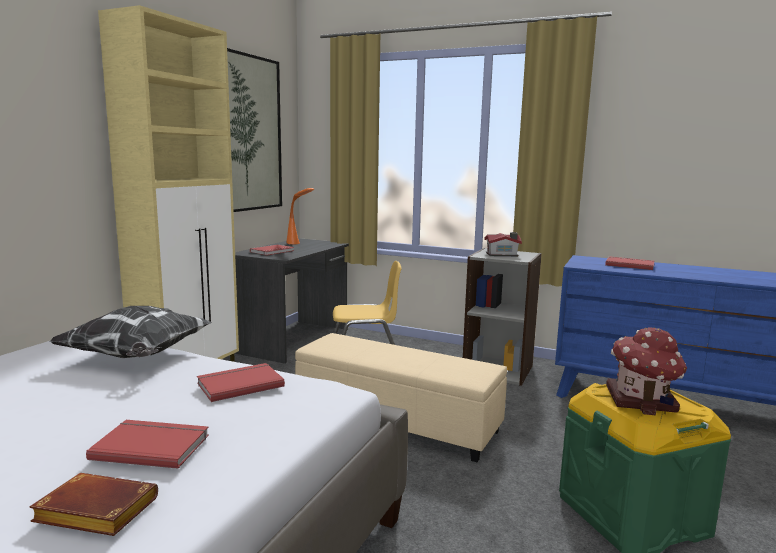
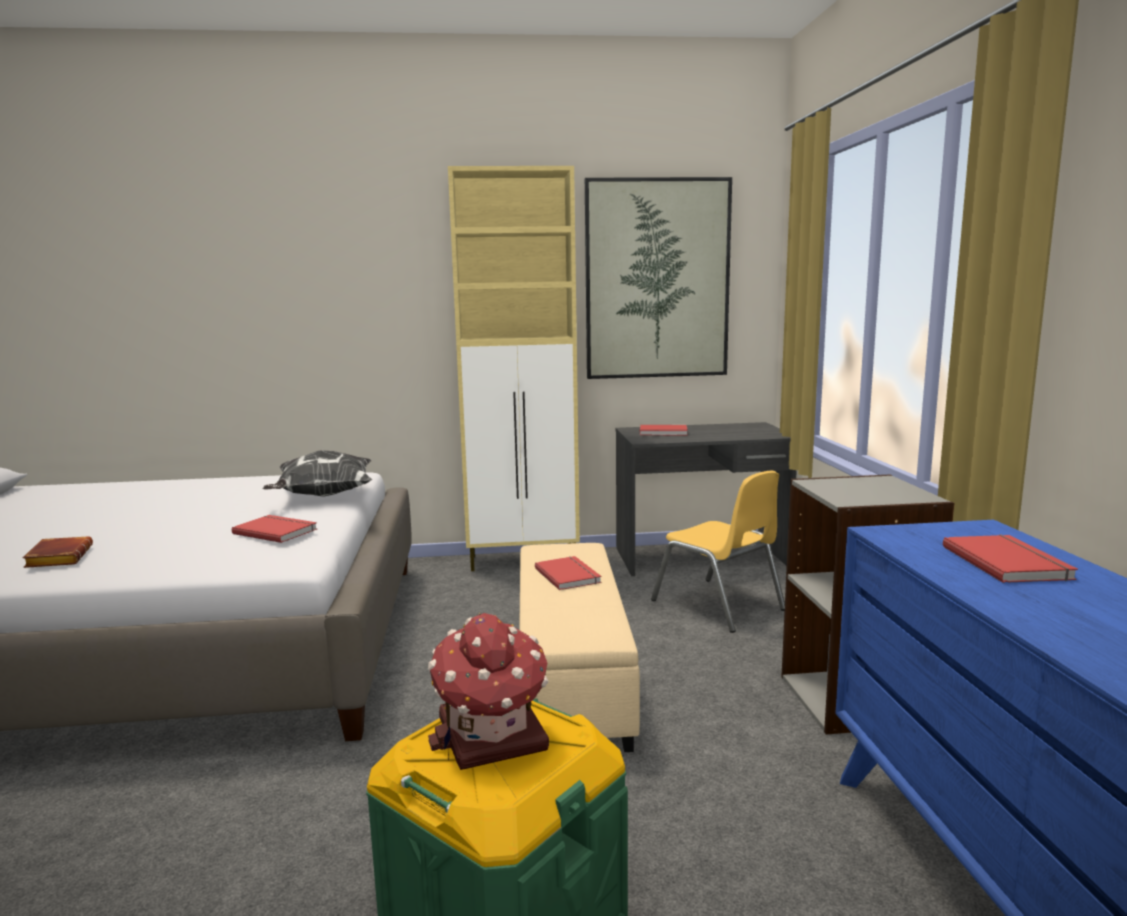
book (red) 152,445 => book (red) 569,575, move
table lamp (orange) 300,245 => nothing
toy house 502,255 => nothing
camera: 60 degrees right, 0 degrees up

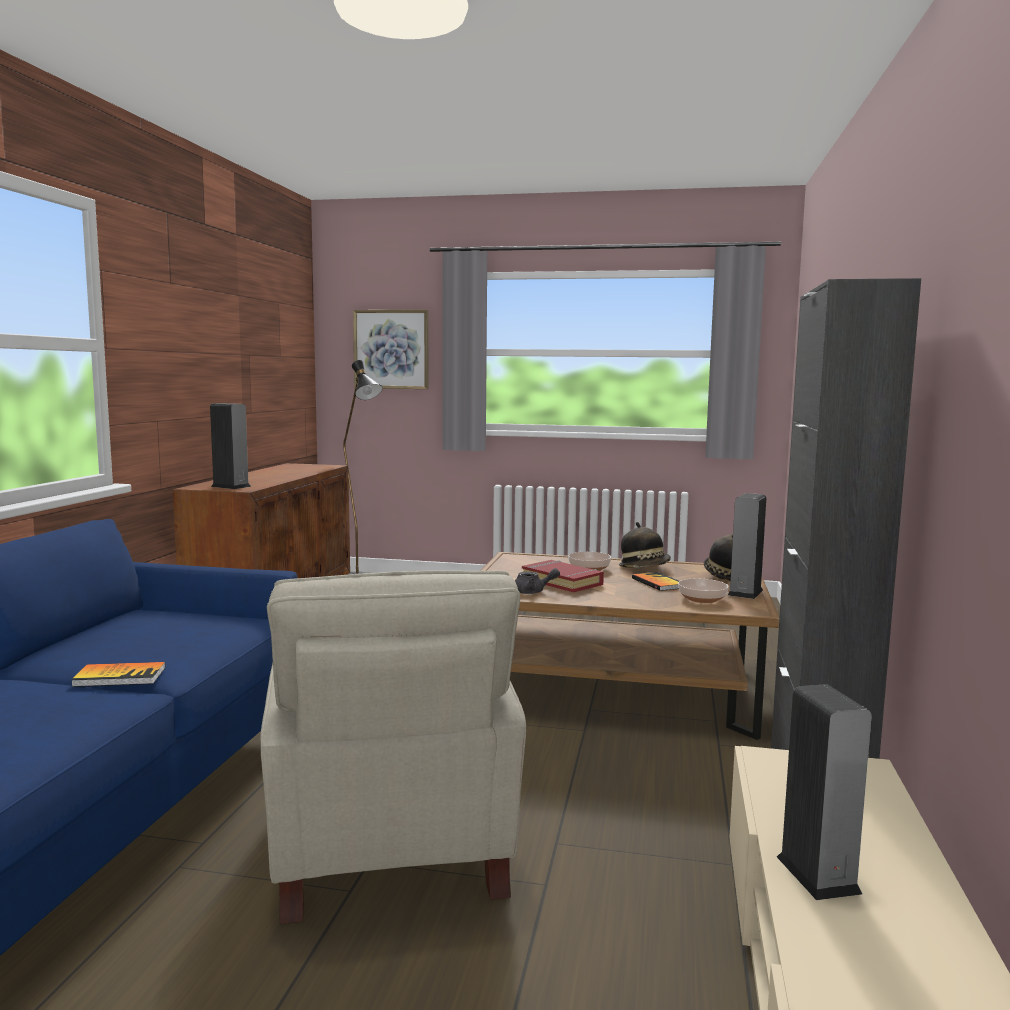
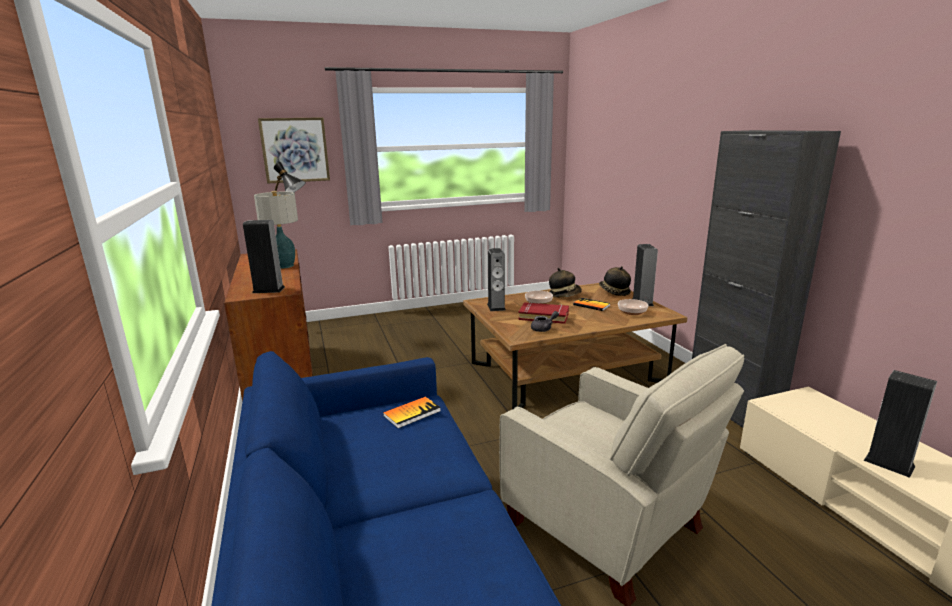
nothing => table lamp 284,266
book 120,677 => book 412,413, move
nothing => speaker 496,307
camera: 30 degrees left, 10 degrees up

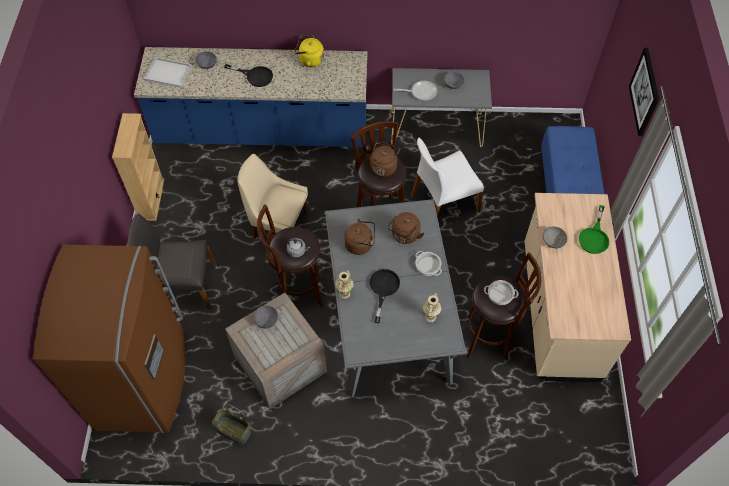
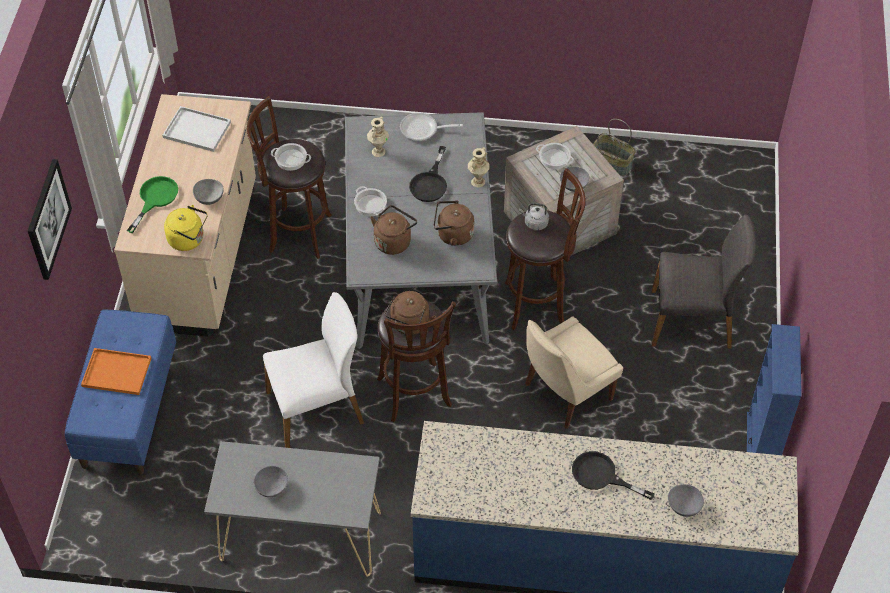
nothing => tray (orange) 118,372
tray (white) 167,73 => tray (white) 198,130, move
kettle (yellow) 310,60 => kettle (yellow) 188,239, move
frying pan 421,92 => frying pan 422,130, move
chair (beige) 278,225 => chair (beige) 565,393, 120 degrees clockwise
nothing => cooking pot 555,158
bookcase (beige) 151,199 => bookcase (blue) 760,447
fridge (brown) 144,380 => nothing
camera: 175 degrees left, 5 degrees down

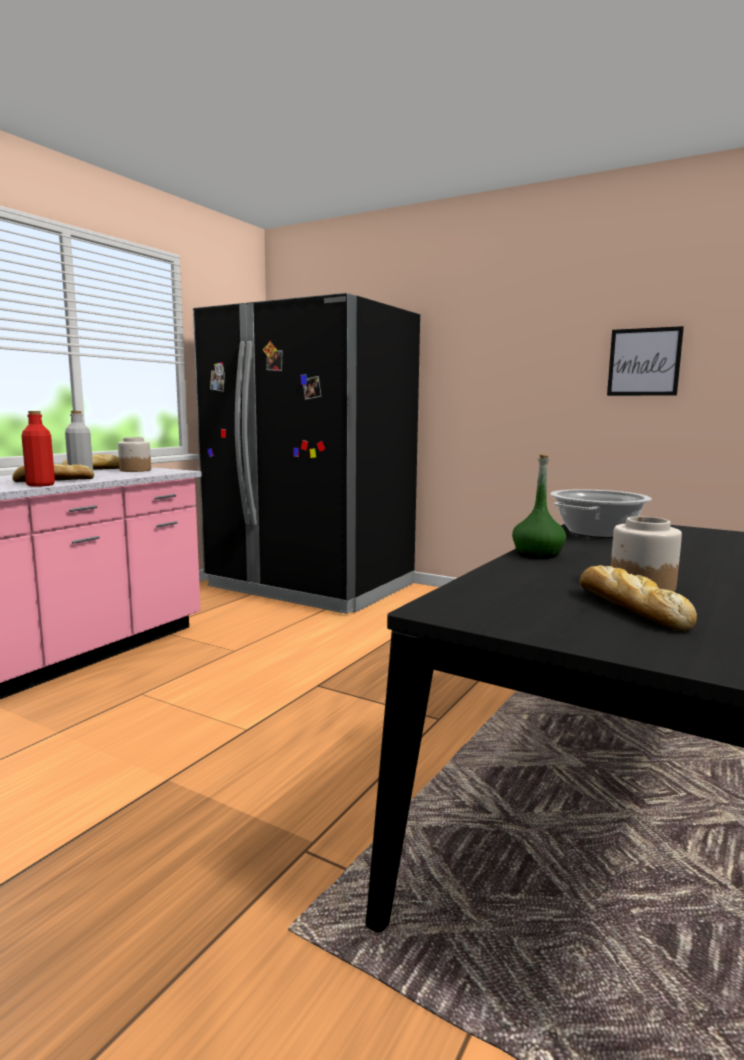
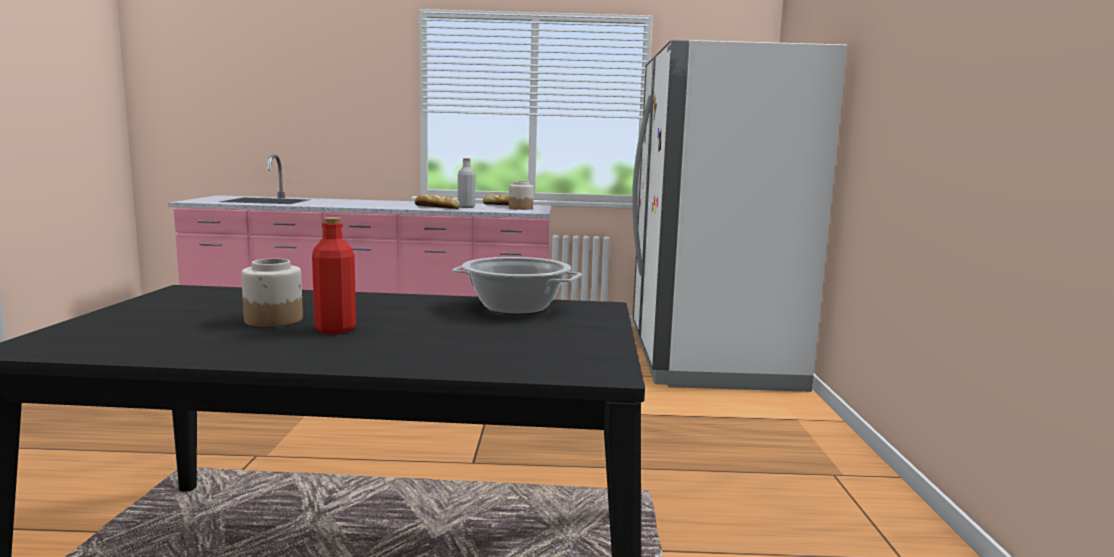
bottle (red) 40,485 => bottle (red) 335,329, move
fridge (black) 311,586 => fridge (white) 709,358
bottle (green) 538,554 => nothing
bread 629,608 => nothing
picture 644,362 => nothing
camera: 60 degrees right, 0 degrees up

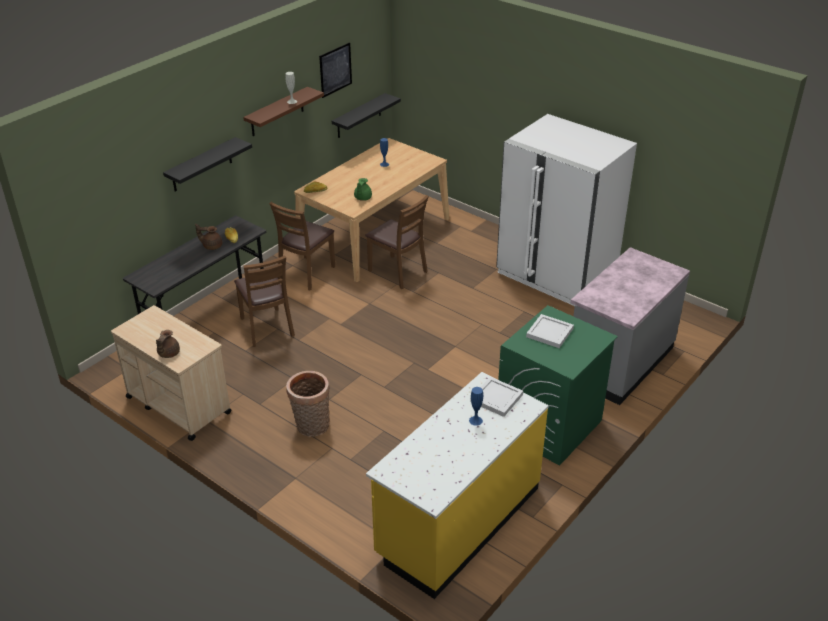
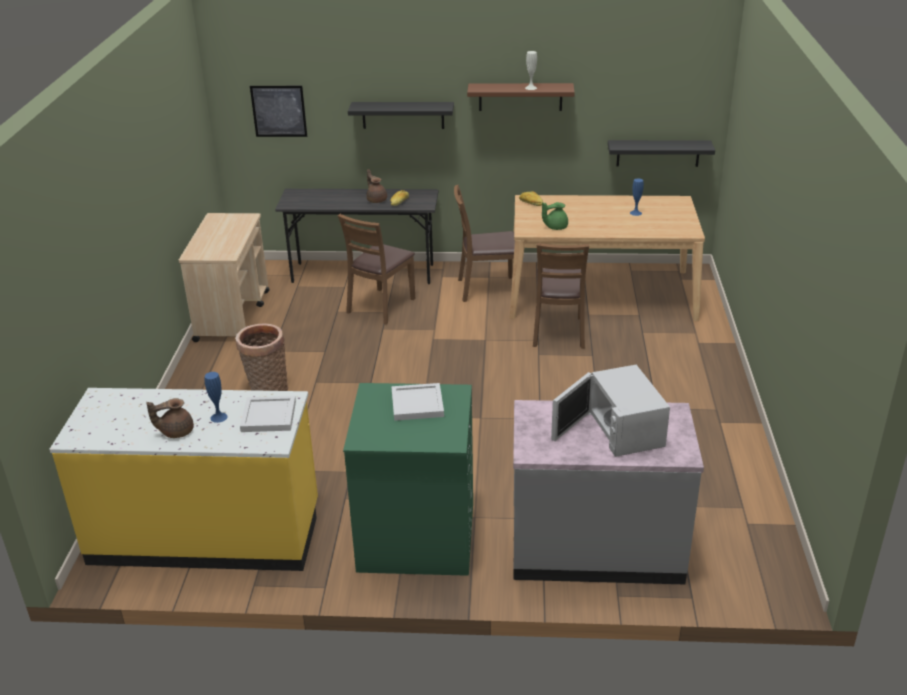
teapot (brown) 168,354 => teapot (brown) 176,431, move
picture 335,70 => picture 279,111, move
nothing => microwave (white) 620,429
fridge (white) 556,275 => nothing
camera: 55 degrees right, 5 degrees down

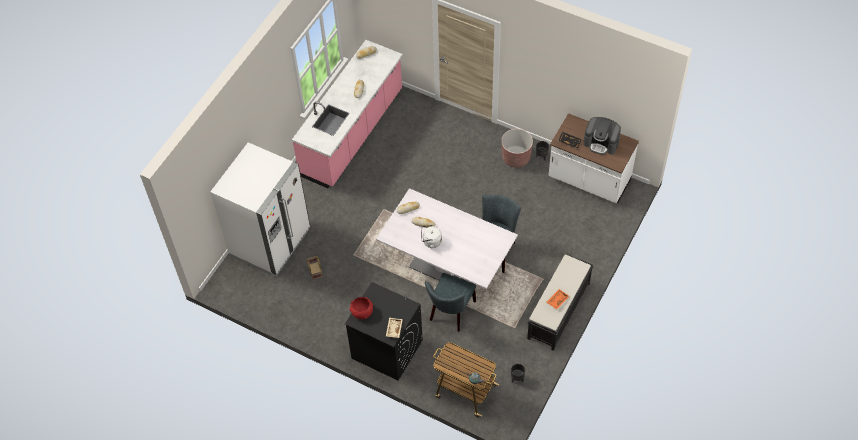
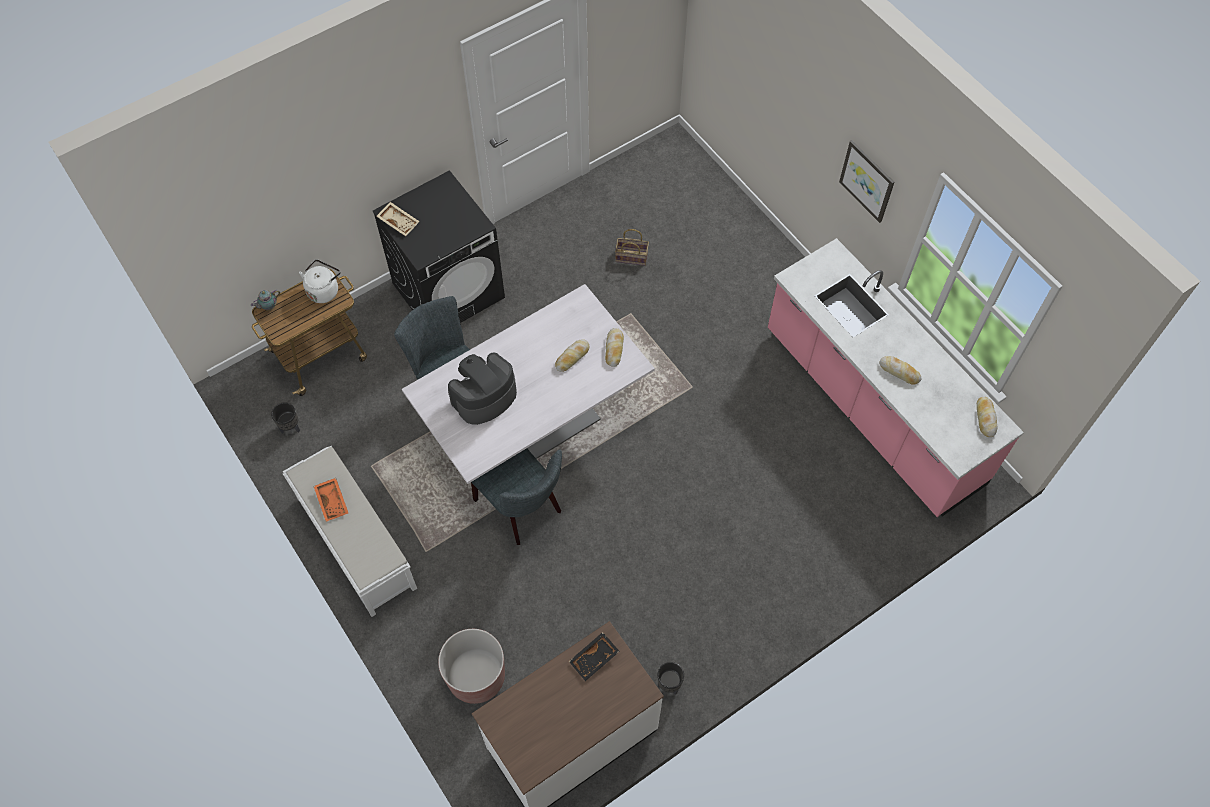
bench (black) 558,311 => bench (white) 355,542
kettle (white) 431,241 => kettle (white) 324,290, move
planter (brown) 516,157 => planter (brown) 476,676, move
coffee machine 601,142 => coffee machine 484,397, move
nothing => picture 867,181
fridge (white) 270,242 => nothing
bowl (red) 362,312 => nothing
camera: 115 degrees right, 5 degrees up

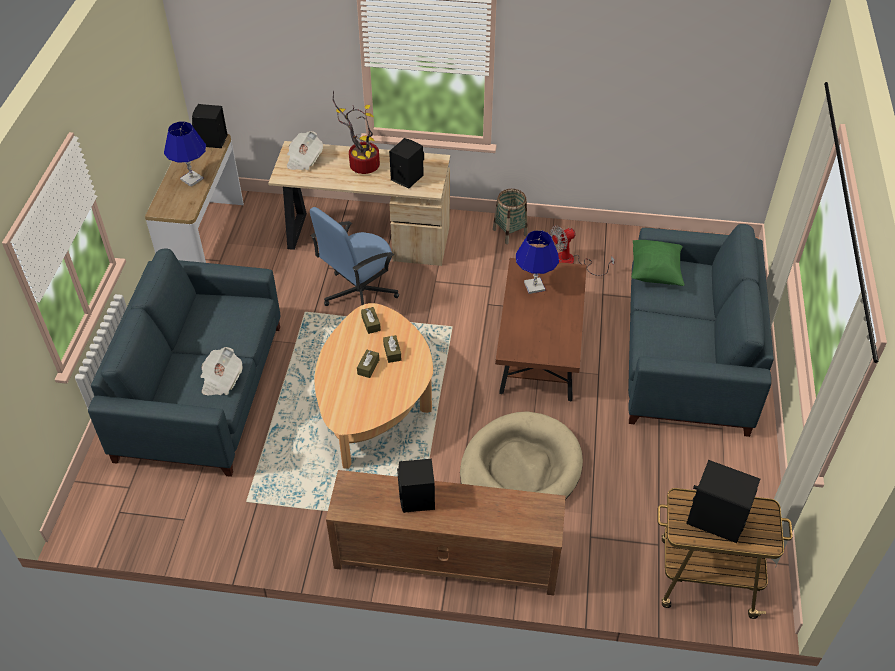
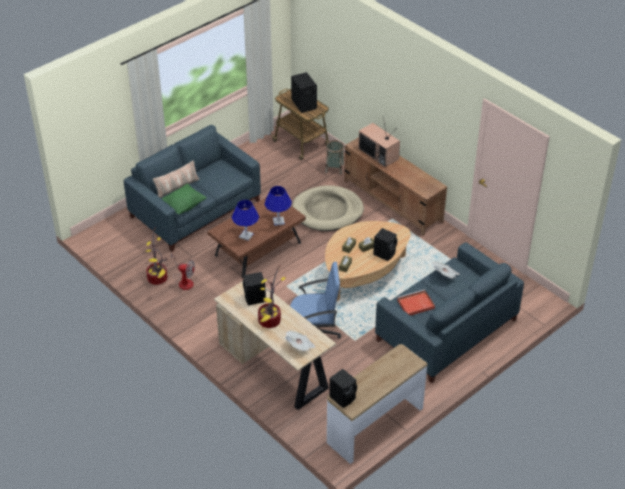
nothing => potted plant 159,279
nothing => pillow 176,187
table lamp (blue) 192,179 => table lamp (blue) 278,221, move
basket 510,232 => basket 334,168, move
nothing => television 379,154
speaker (black) 417,500 => speaker (black) 385,253, move
nothing => tray (red) 415,304
camera: 140 degrees left, 5 degrees down

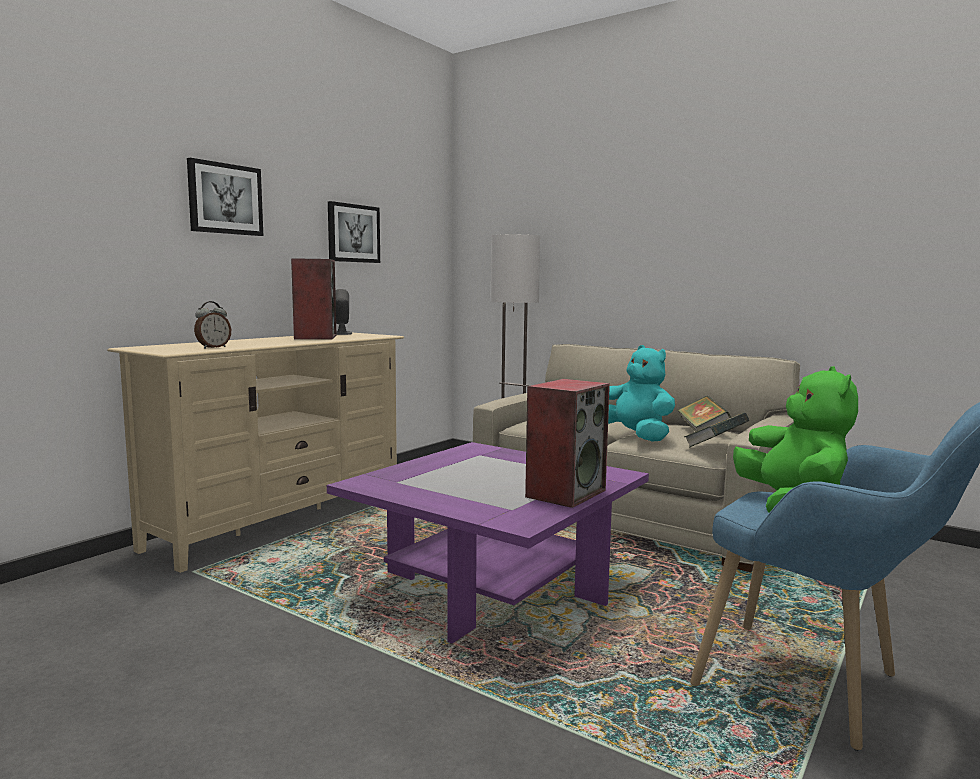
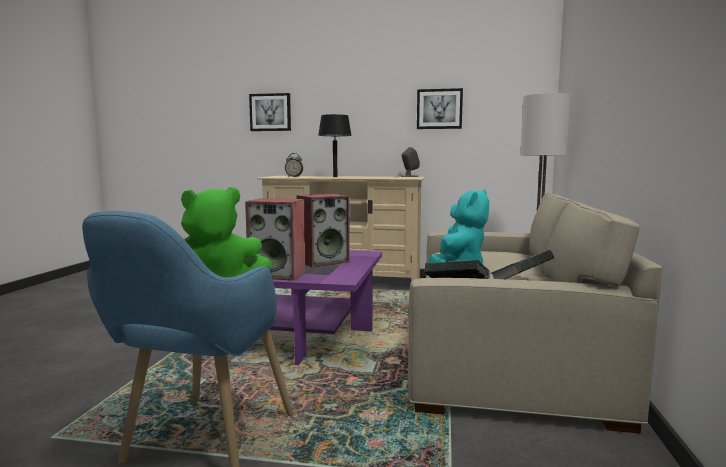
picture 225,199 => picture 270,112, move
speaker 315,337 => speaker 323,261, move
nothing => table lamp (black) 335,177
camera: 65 degrees right, 0 degrees up

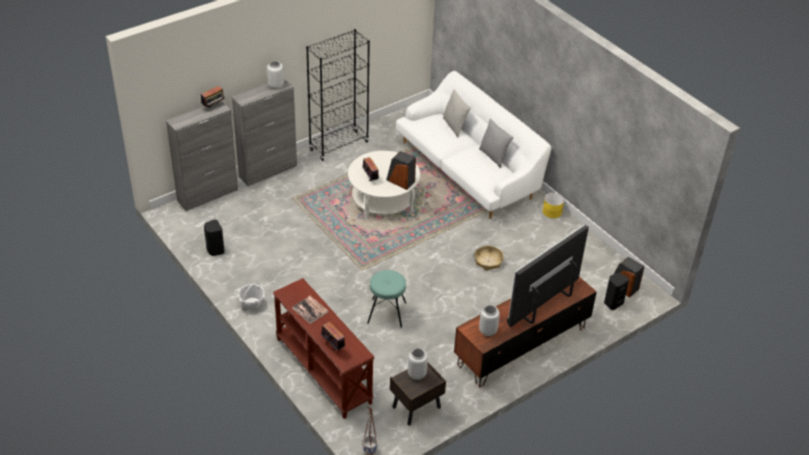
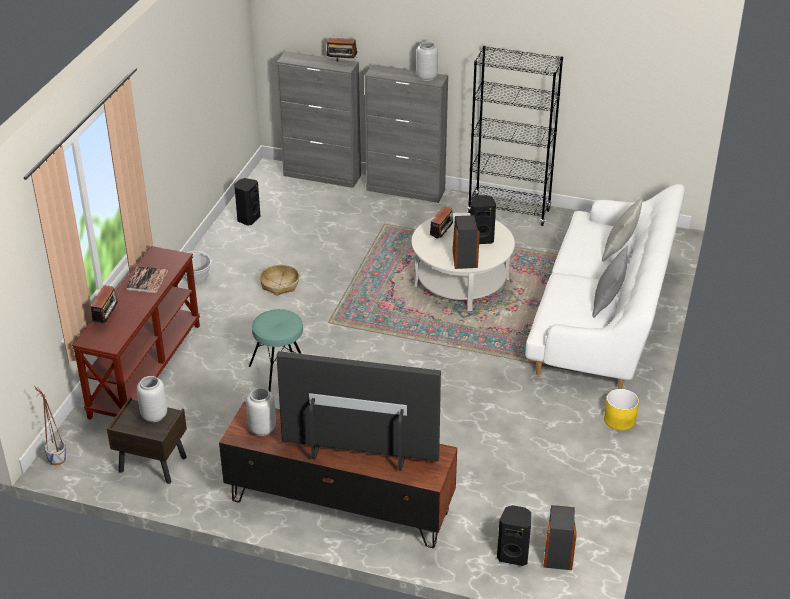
basket 488,261 => basket 280,284, move
nothing => speaker (black) 480,239
camera: 55 degrees right, 5 degrees down

